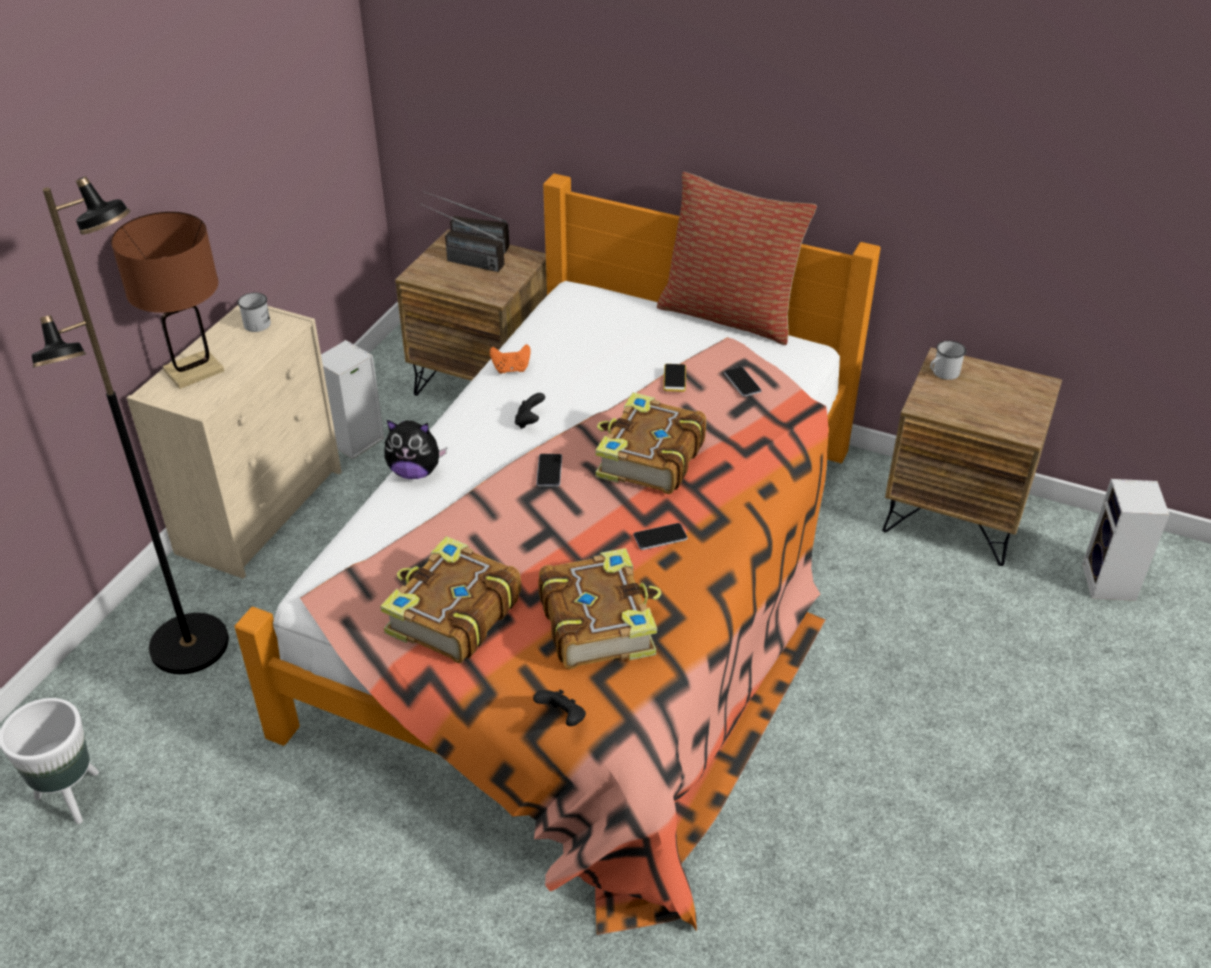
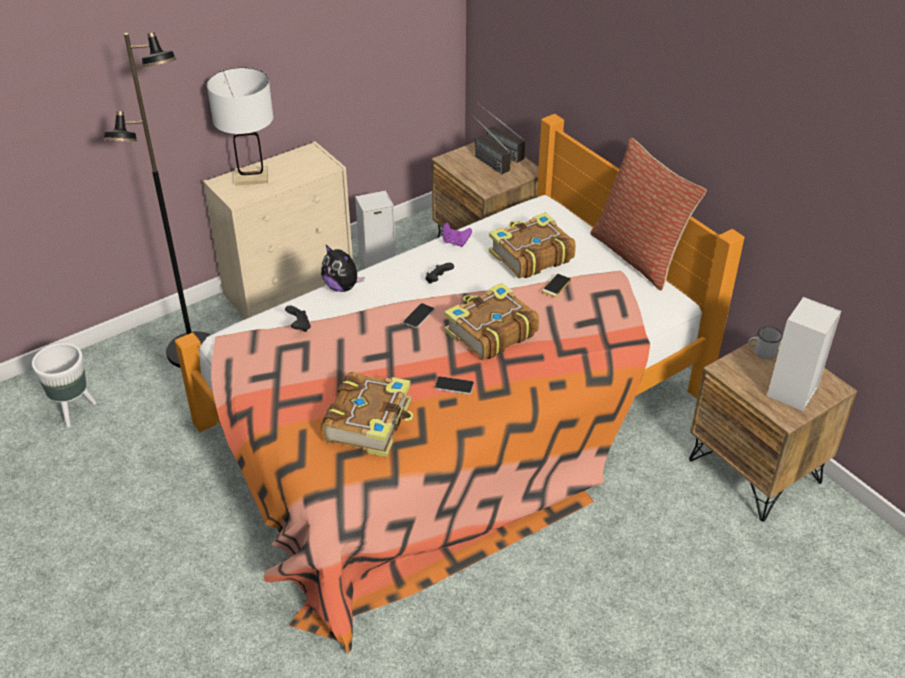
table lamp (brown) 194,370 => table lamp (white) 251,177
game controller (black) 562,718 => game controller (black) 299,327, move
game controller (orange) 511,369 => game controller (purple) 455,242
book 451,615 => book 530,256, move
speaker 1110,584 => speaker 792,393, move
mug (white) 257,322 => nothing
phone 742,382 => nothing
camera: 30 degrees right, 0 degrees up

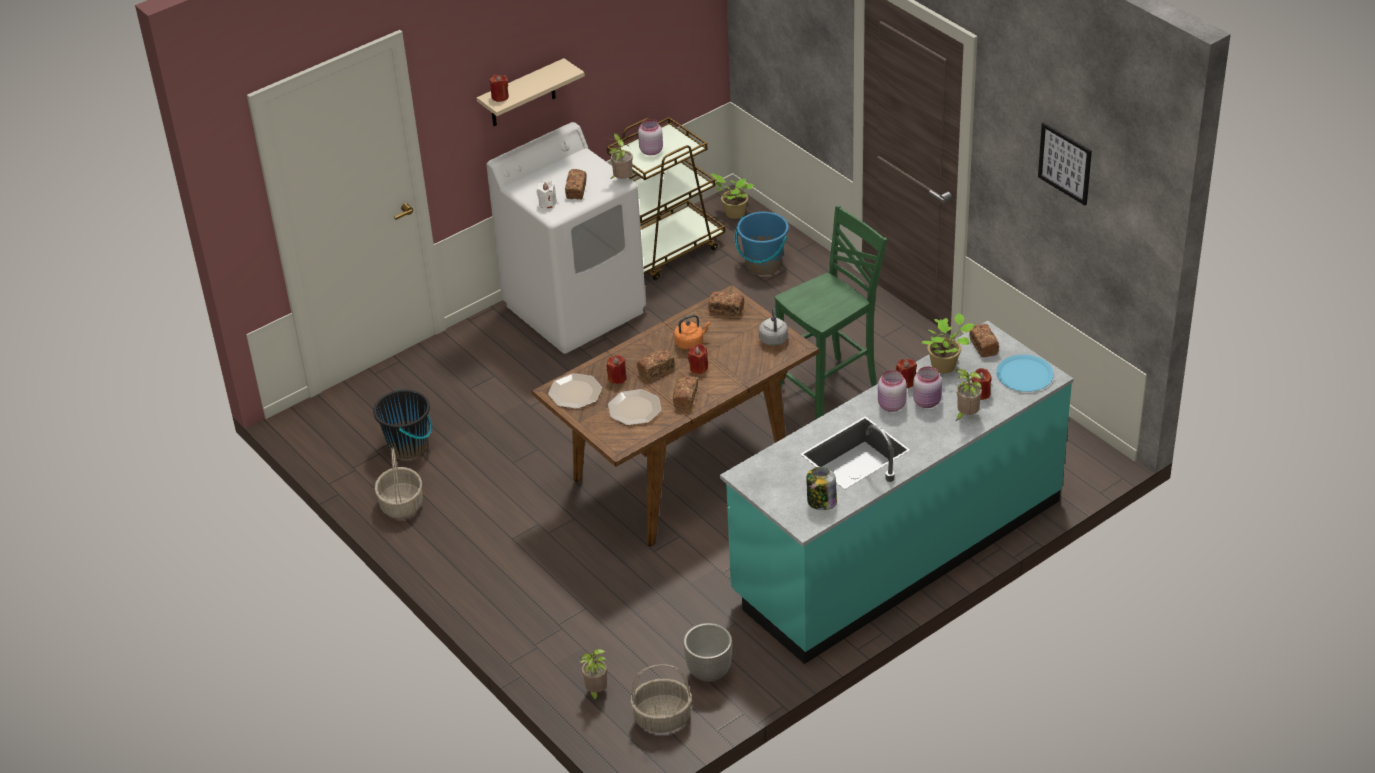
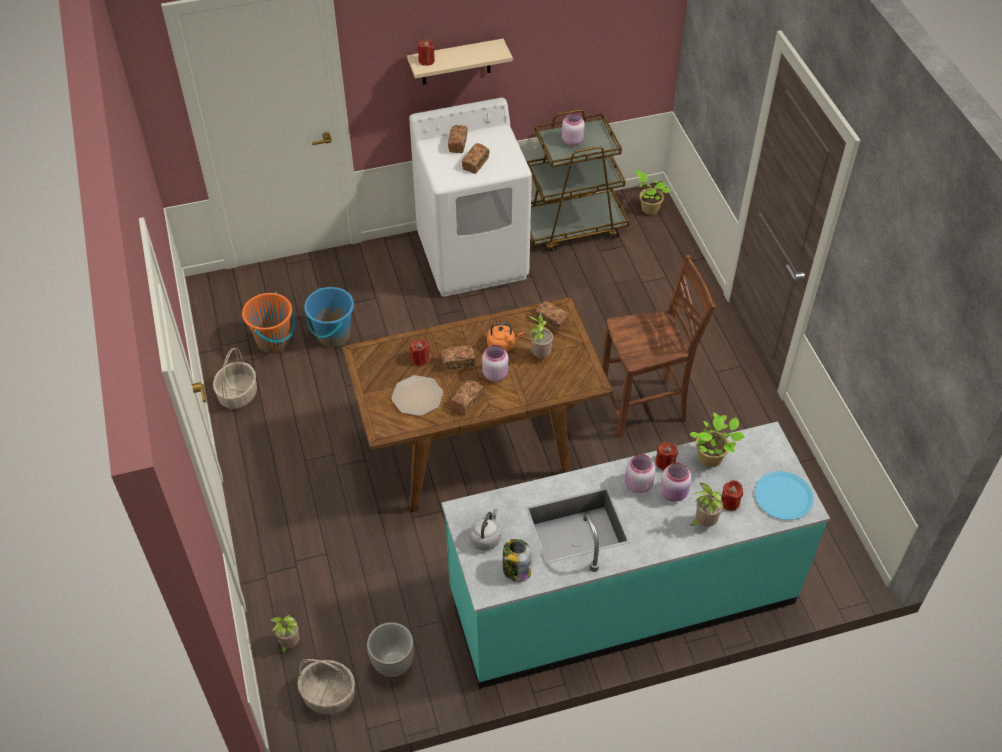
bucket (black) 408,446 => bucket (orange) 273,341
bucket (blue) 763,265 => bucket (blue) 333,335, move
bread 983,346 => bread 457,144, move
kettle (grey) 773,338 => kettle (grey) 486,538, move
candle (red) 698,368 => jar (pink) 495,373
potted plant 621,180 => potted plant 539,355, move
chair (green) 830,387 => chair (brown) 645,407
candle (white) 547,203 => nothing
plate 575,392 => nothing
picture 1065,163 => nothing
camera: 20 degrees right, 10 degrees up

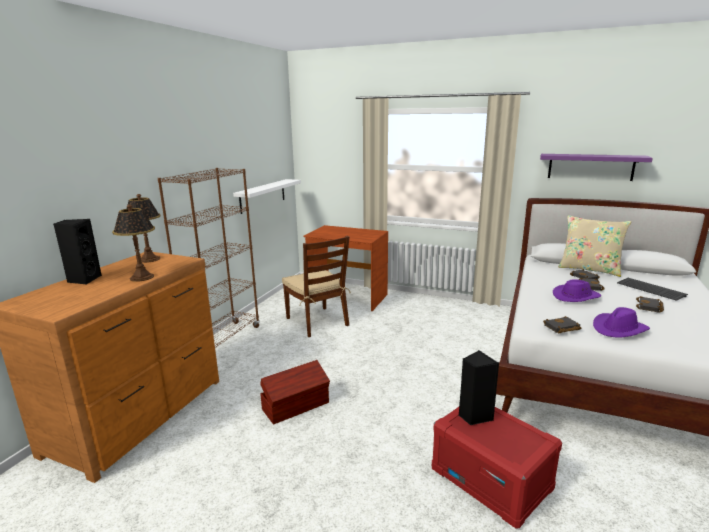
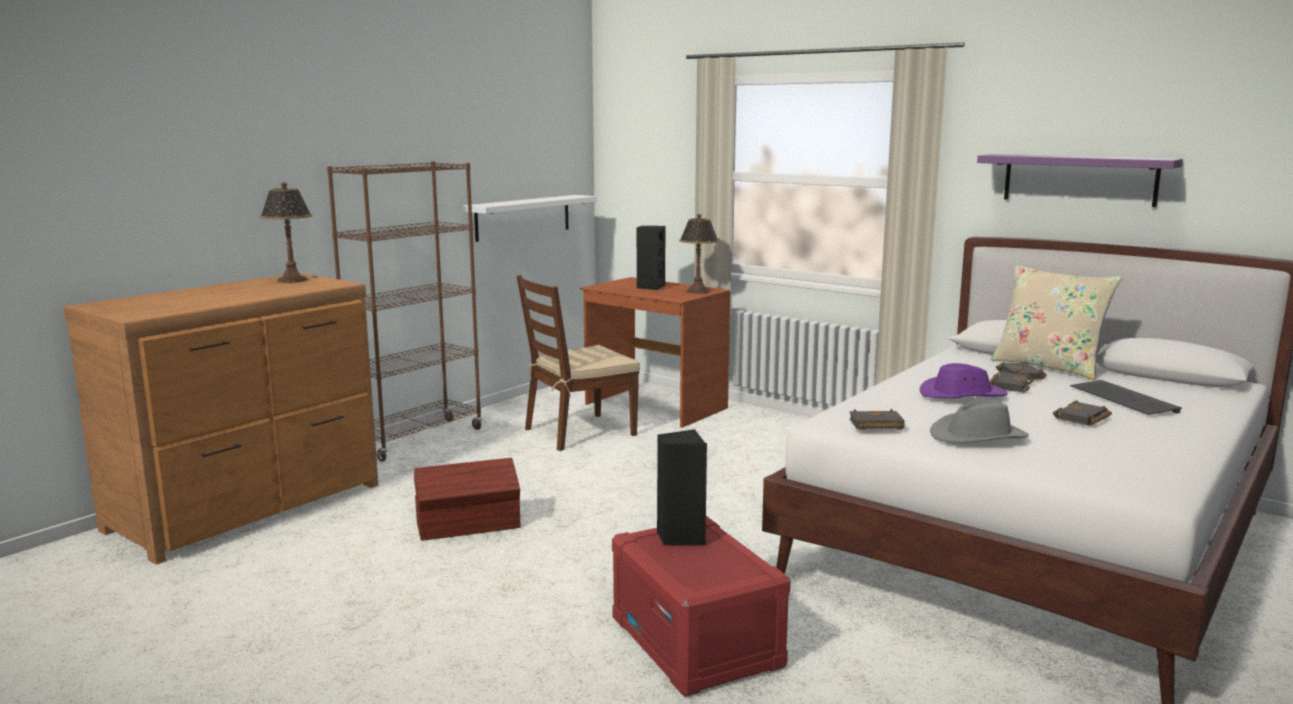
chair (brown) 317,322 => chair (brown) 579,432, 75 degrees clockwise
speaker (black) 84,279 => speaker (black) 650,287, move
table lamp 142,277 => table lamp 698,291, move
hat (purple) 619,329 => hat (grey) 978,436
camera: 15 degrees right, 5 degrees down

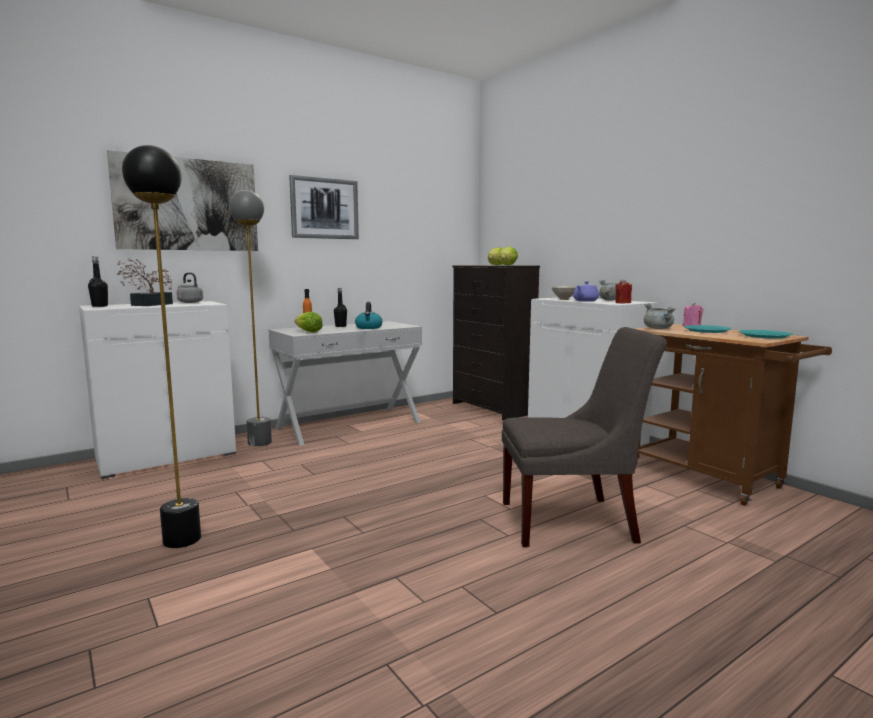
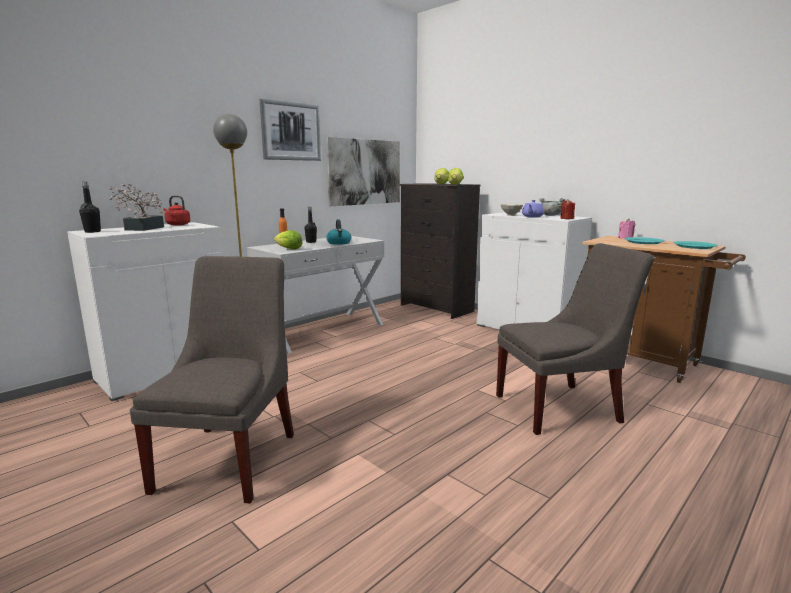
floor lamp (black) 182,540 => chair (grey) 231,457
kettle (grey) 189,302 => kettle (red) 177,224
picture 188,204 => picture 365,172, move
cooking pot (grey) 659,329 => nothing
camera: 10 degrees left, 5 degrees up

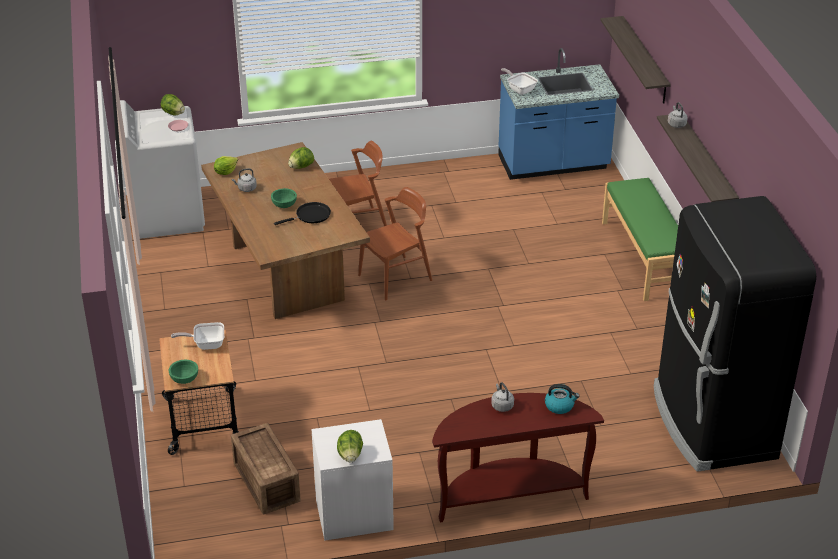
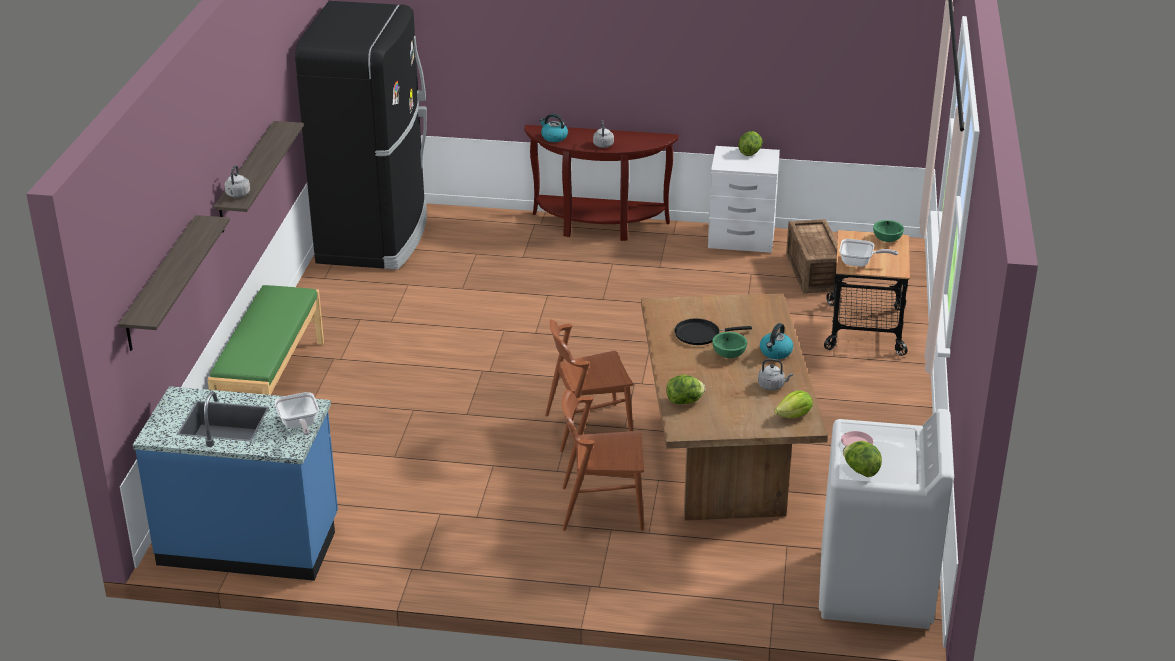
nothing => kettle 775,352
camera: 160 degrees left, 5 degrees down

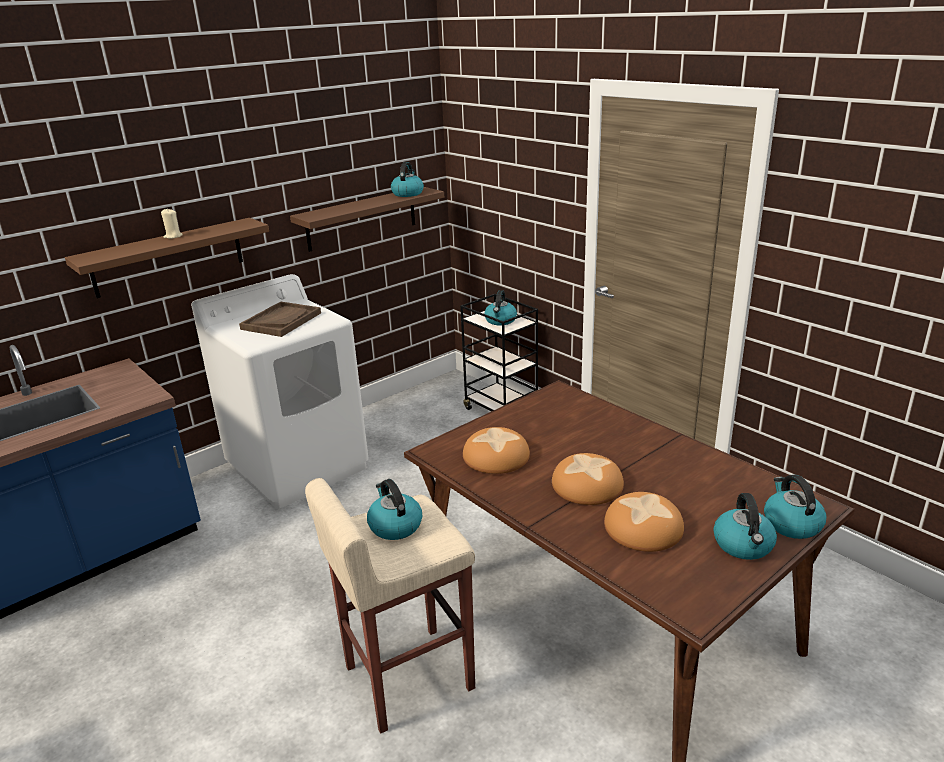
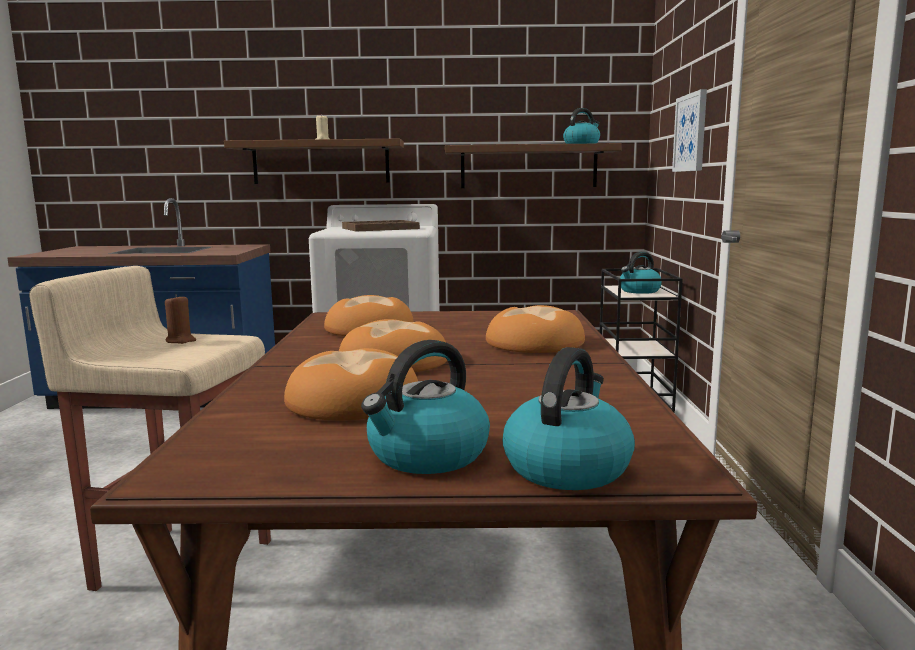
kettle 394,525 => candle (brown) 180,341
nothing => bread 534,342
nothing => picture 691,133
camera: 40 degrees right, 15 degrees down

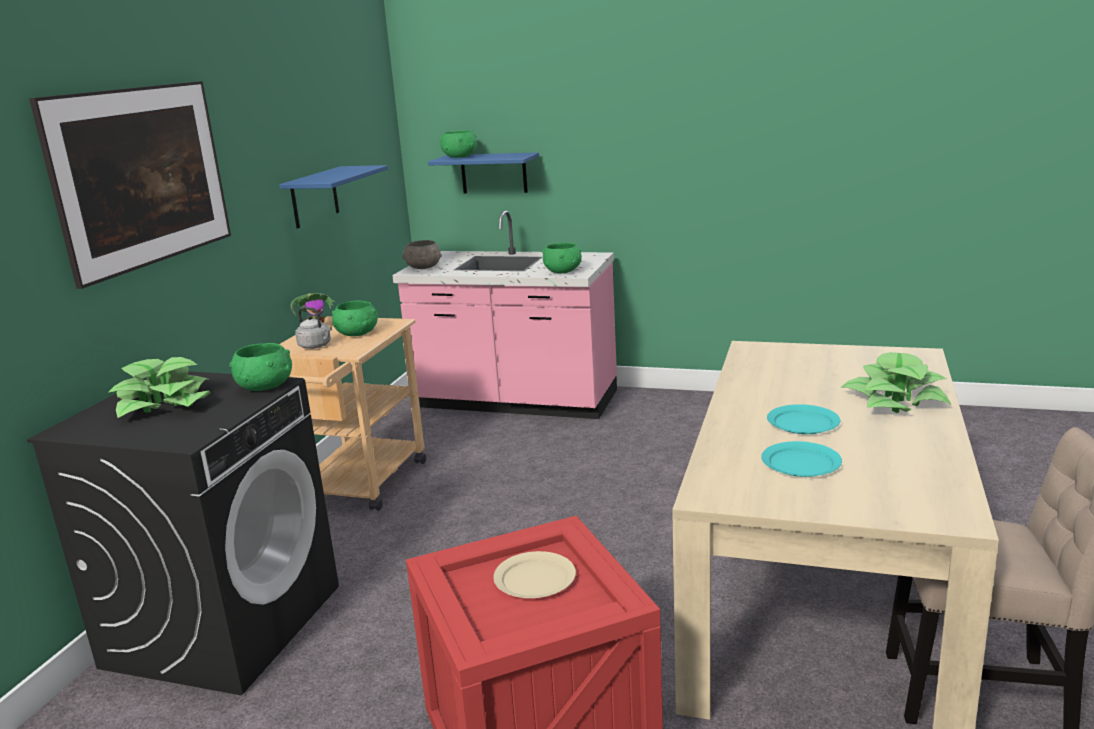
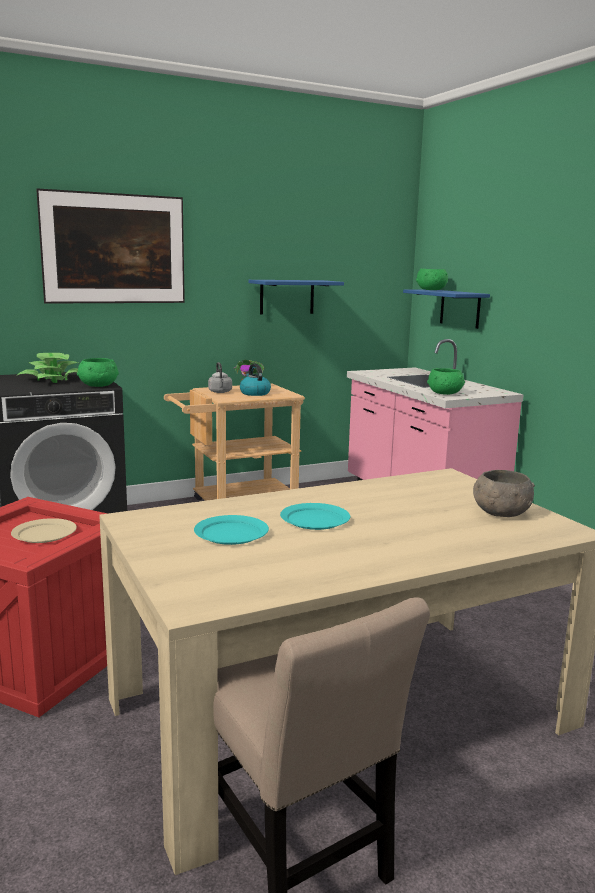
bowl (green) 357,334 => kettle 254,393
bowl (grey) 423,267 => bowl (grey) 500,513, move
potted plant 894,400 => nothing
camera: 45 degrees right, 5 degrees down

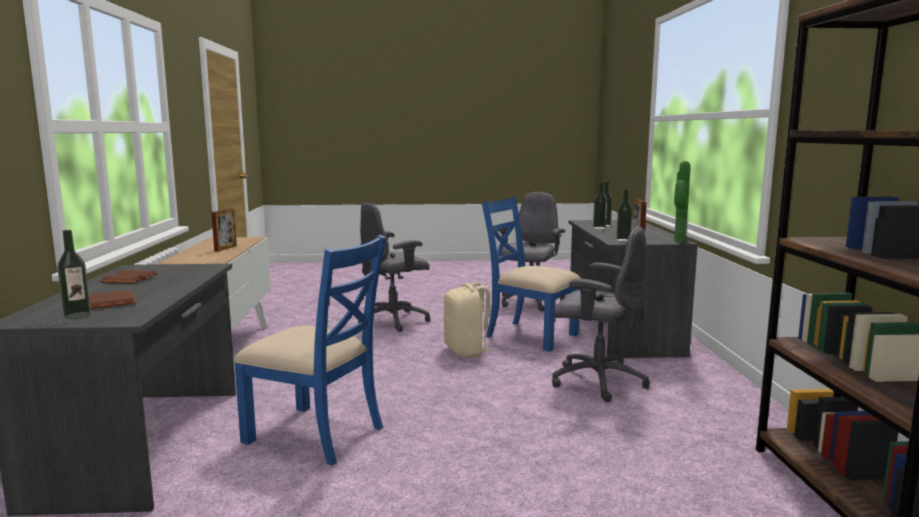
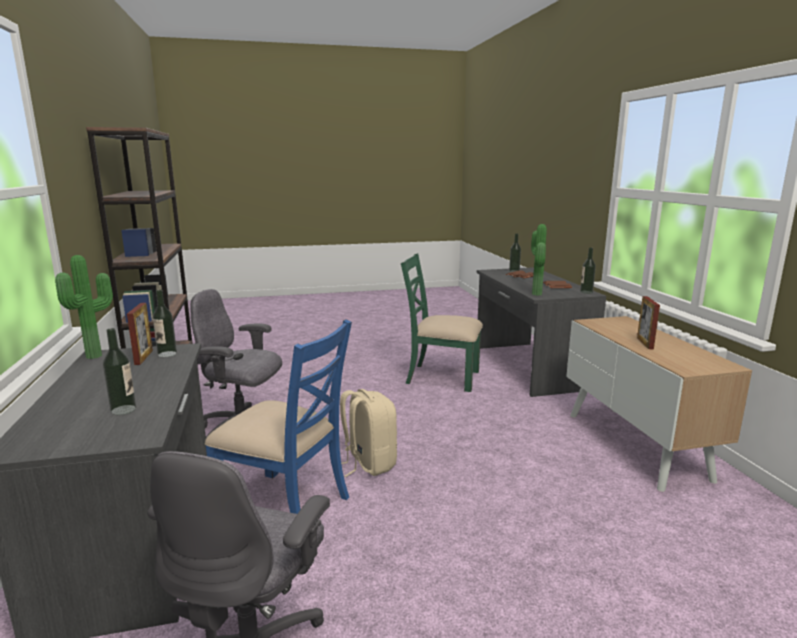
chair (blue) 316,434 => chair (green) 441,377
nothing => potted plant 534,294
bottle 599,228 => bottle 586,292, move
office chair (grey) 394,321 => nothing
camera: 170 degrees right, 5 degrees up

